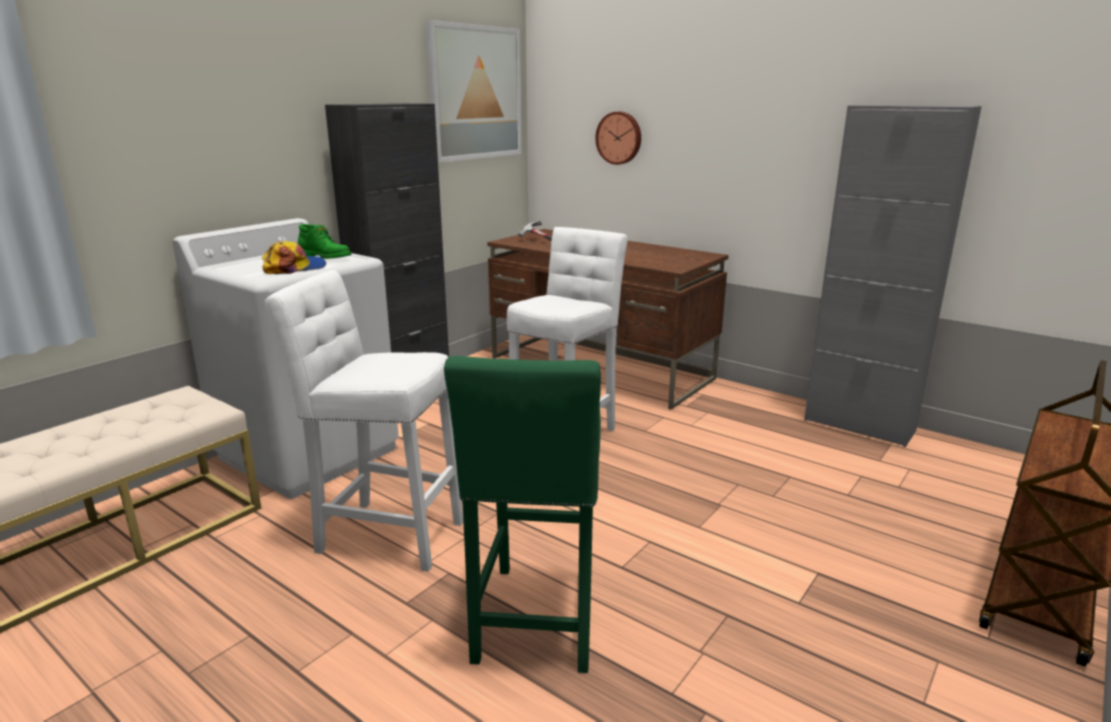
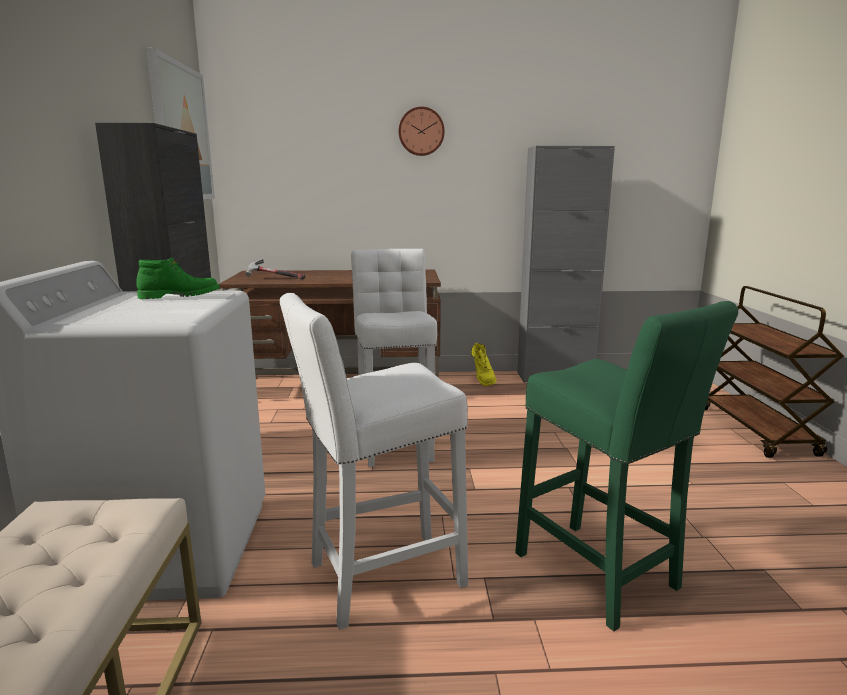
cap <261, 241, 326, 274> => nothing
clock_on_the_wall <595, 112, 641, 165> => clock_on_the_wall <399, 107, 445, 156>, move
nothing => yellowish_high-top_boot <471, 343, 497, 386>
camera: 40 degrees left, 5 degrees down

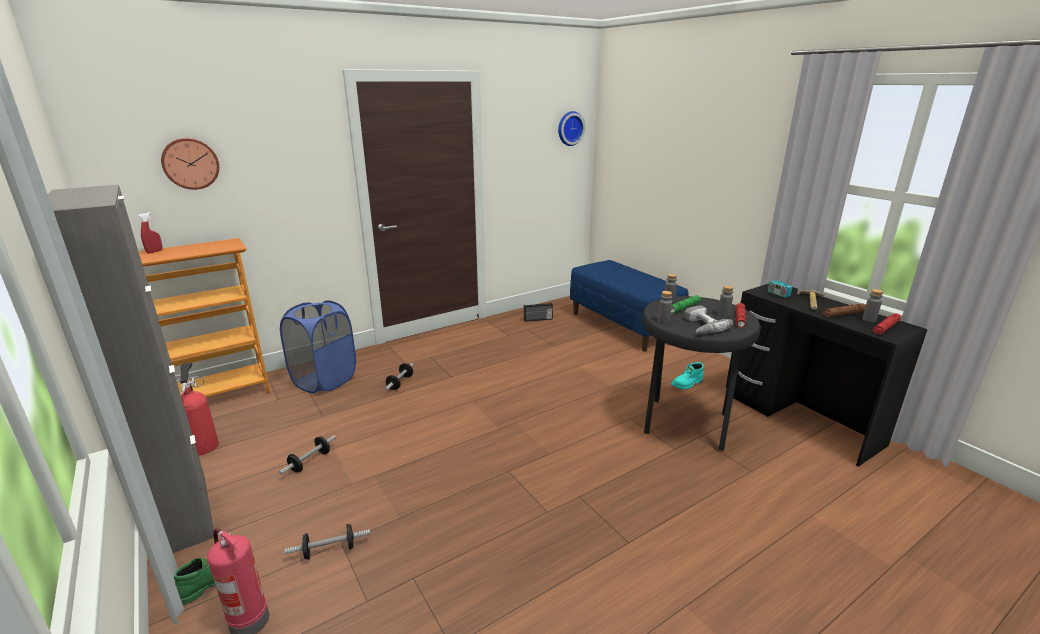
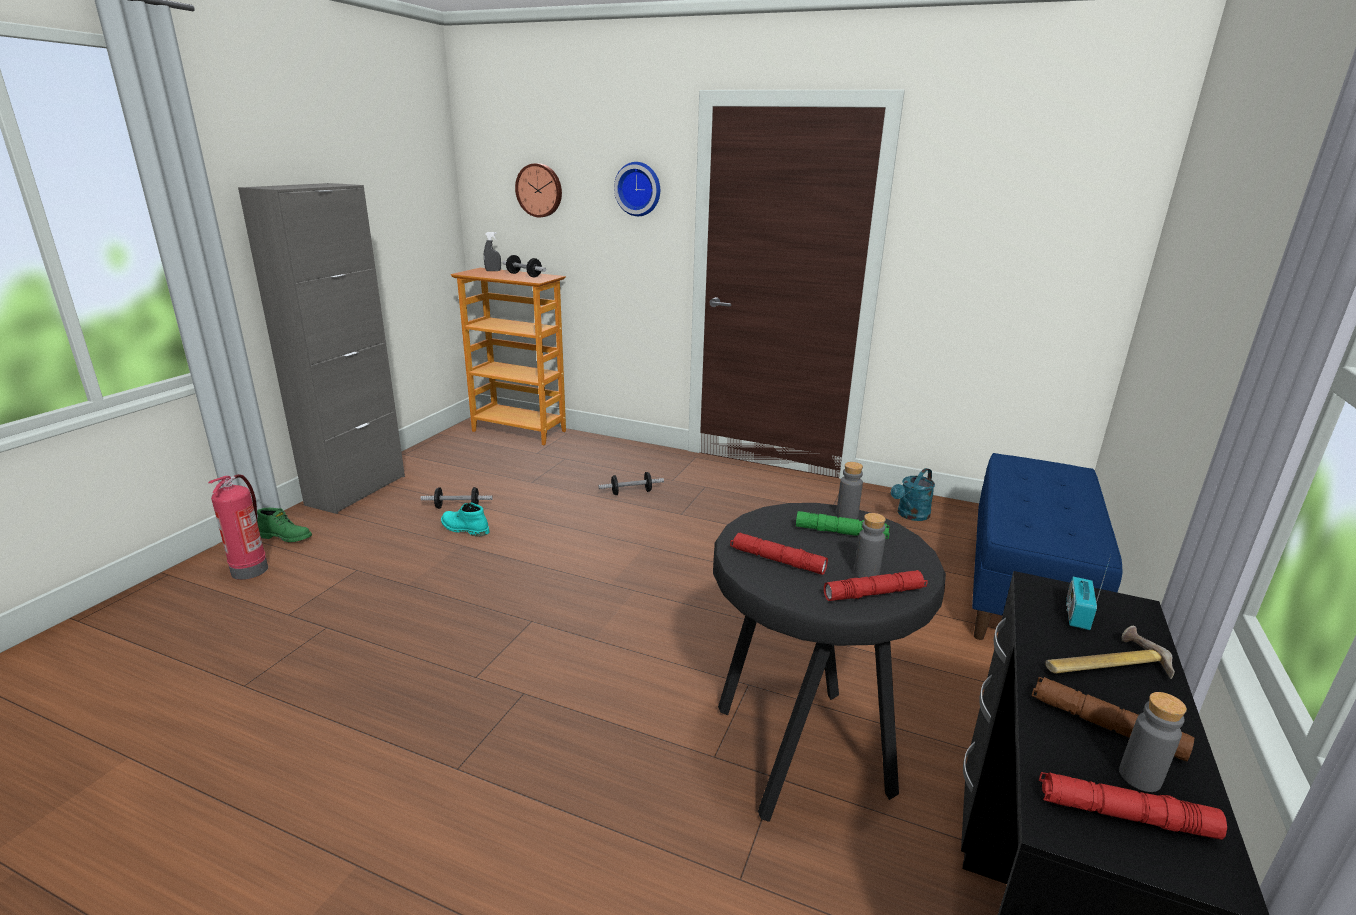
red-coloured_sprayer <138, 212, 162, 254> => greyish_sprayer <484, 232, 501, 271>
extinguisher <176, 362, 219, 456> => nothing
blue-coloured_laundry_basket <280, 300, 356, 394> => nothing
free_weight <285, 524, 370, 560> => free_weight <502, 255, 546, 277>, move
radio_receiver <524, 303, 553, 322> => blue-green_watering_can <891, 468, 935, 521>
clock_on_the_wall <558, 111, 585, 146> => clock_on_the_wall <614, 162, 660, 216>, move
greyish_beverage_bottle <658, 291, 672, 324> => nothing
blue-green_high-top_boot <671, 362, 704, 389> => blue-green_high-top_boot <441, 503, 490, 536>, move
electric_drill <684, 305, 733, 334> => red-coloured_torch <730, 533, 828, 575>
camera: 55 degrees right, 0 degrees up

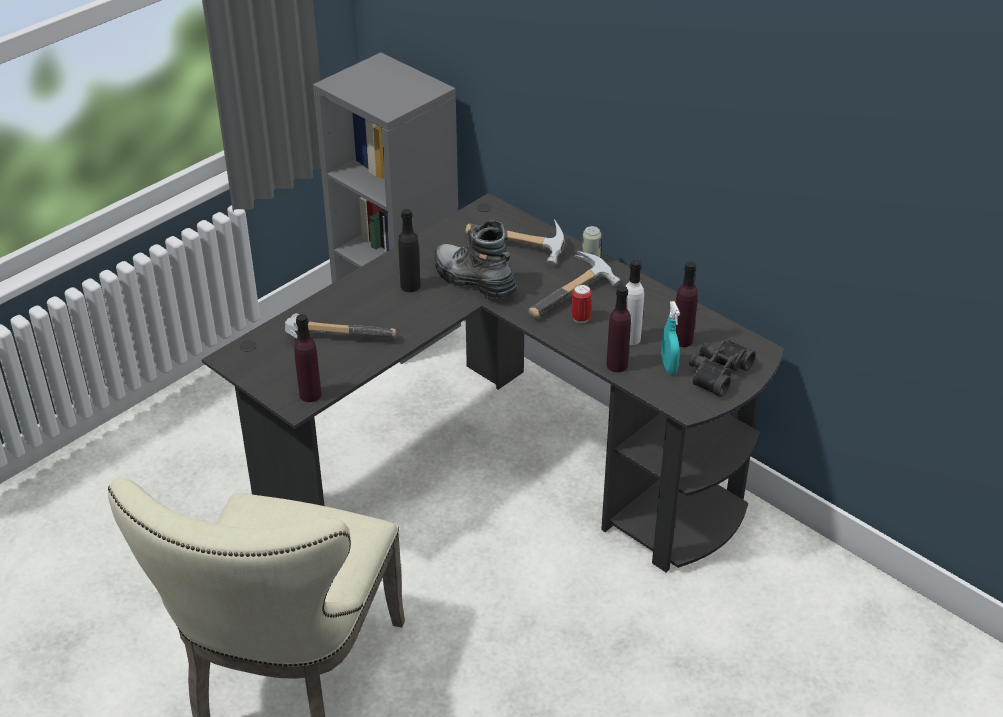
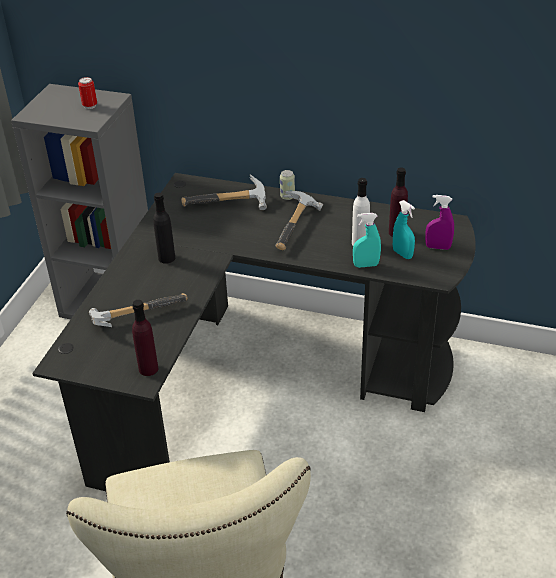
high-top_boot <434, 220, 517, 299> => nothing
sealed_can <571, 284, 592, 323> => sealed_can <78, 77, 97, 109>, move
purple-coloured_beverage_bottle <606, 286, 631, 372> => blue-green_sprayer <353, 213, 381, 268>
black_pair_of_binoculars <689, 339, 756, 397> => purple-coloured_sprayer <425, 195, 454, 250>
camera: 25 degrees left, 0 degrees up

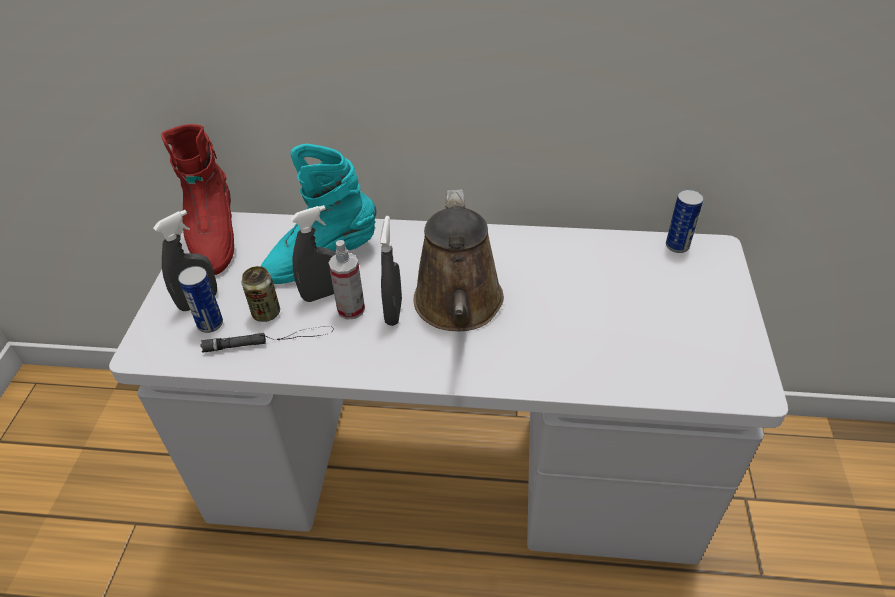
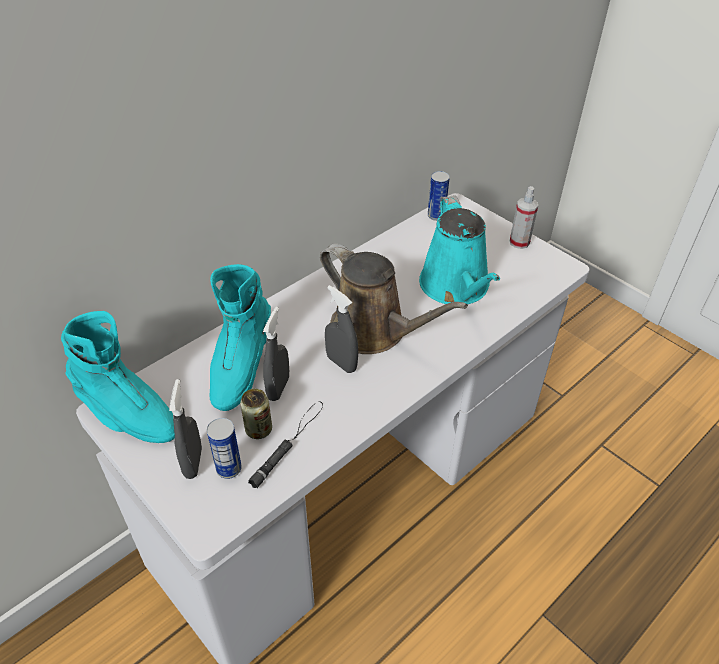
red-coloured_high-top_boot <161, 124, 234, 275> => blue-green_high-top_boot <61, 311, 175, 443>
sprayer <329, 240, 365, 320> => sprayer <510, 186, 538, 249>, move
nothing => blue-green_watering_can <419, 195, 500, 304>
camera: 50 degrees left, 0 degrees up

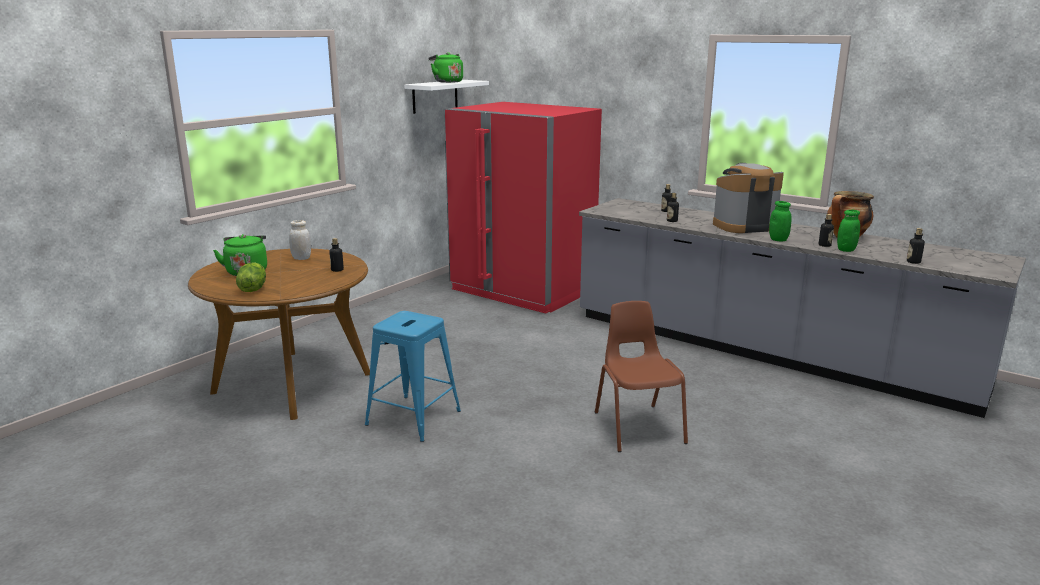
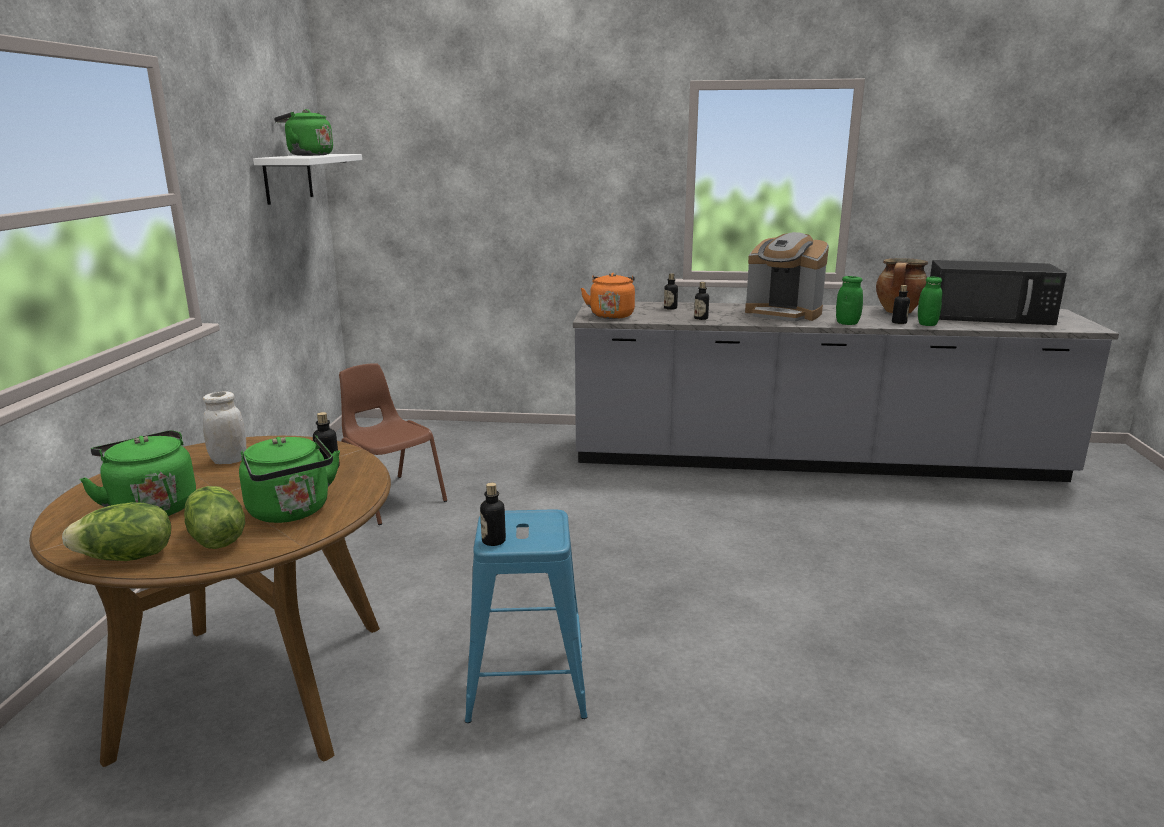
red-coloured_fridge <444, 102, 602, 314> => nothing
brown_plain_chair <595, 301, 688, 452> => brown_plain_chair <339, 363, 447, 525>, move
coffee_brewer <713, 163, 784, 233> => coffee_brewer <745, 232, 829, 322>, 105 degrees counterclockwise
beverage_bottle <907, 228, 925, 264> => beverage_bottle <480, 483, 506, 546>, move
nothing => lettuce_head <62, 502, 171, 561>
nothing => greenish_water_kettle <239, 435, 340, 523>
nothing => orange-coloured_water_kettle <581, 273, 635, 319>
nothing => black_microwave <930, 260, 1067, 325>
camera: 30 degrees left, 0 degrees up

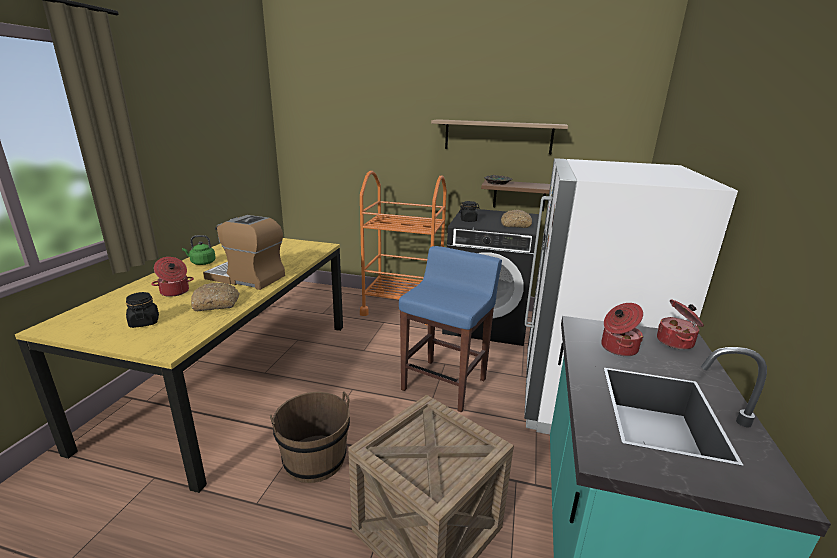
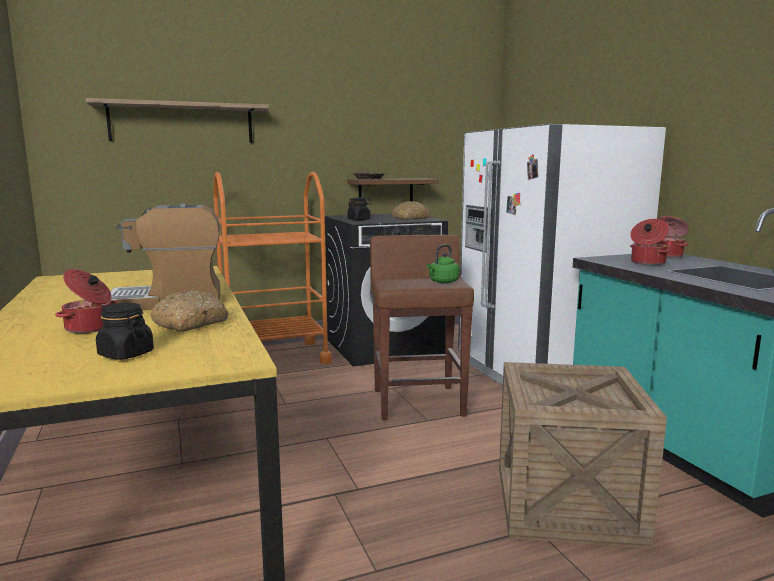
greenish_water_kettle <182, 235, 216, 265> => greenish_water_kettle <426, 244, 460, 283>, move
brown_pail <270, 391, 350, 483> => nothing
blue-coloured_stool <399, 246, 502, 412> => brown_stool <370, 235, 474, 420>
wall_shelf <431, 119, 568, 154> => wall_shelf <86, 98, 269, 143>, move
camera: 35 degrees left, 10 degrees down

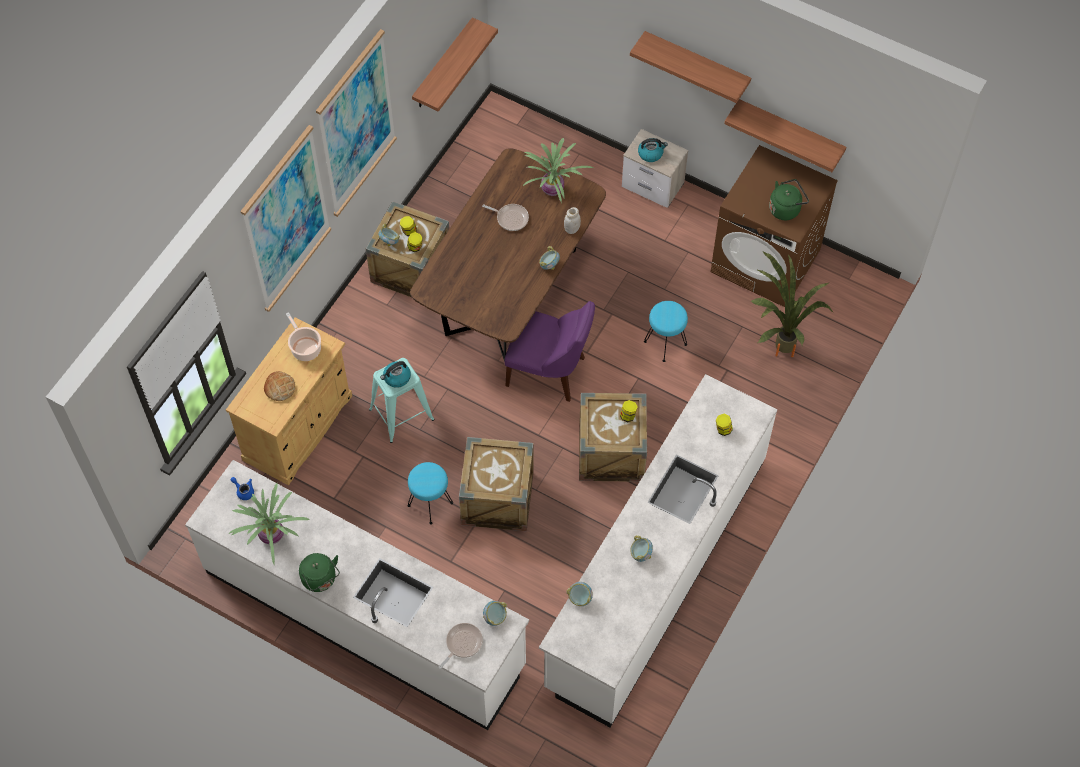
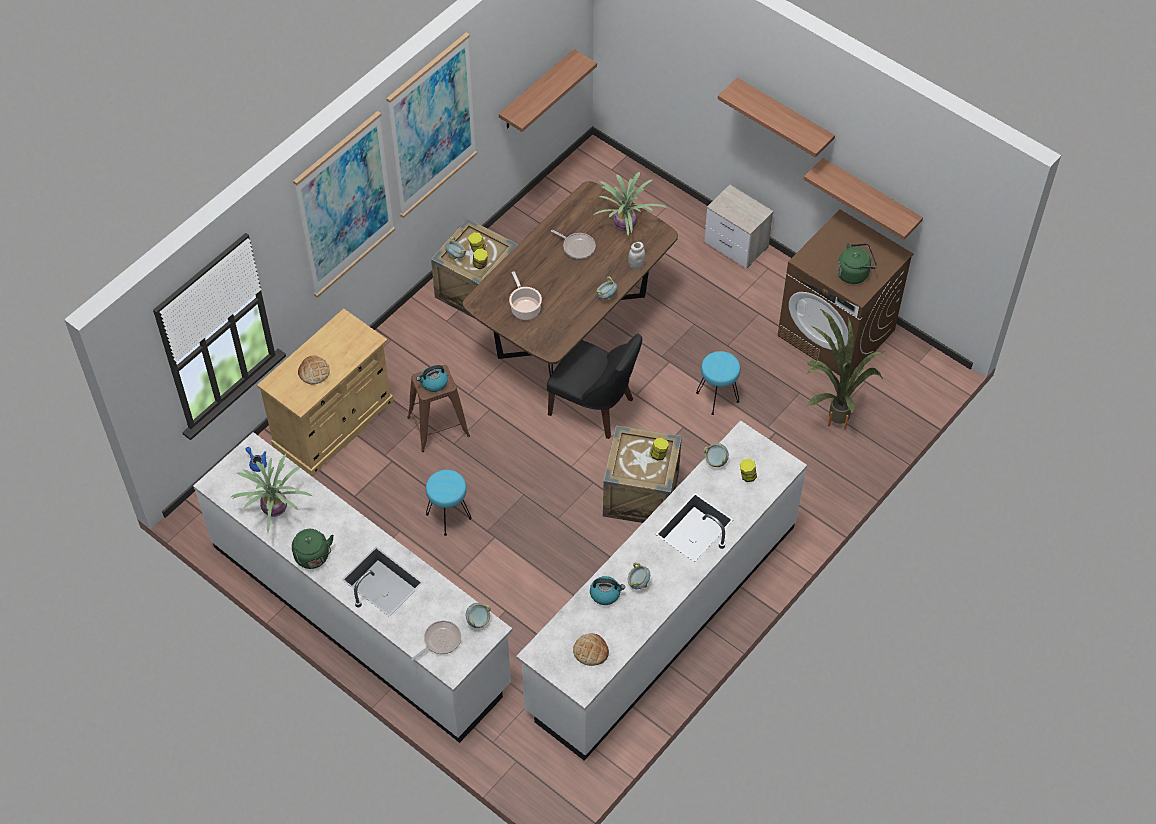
cooking_pot <286, 312, 321, 361> => cooking_pot <509, 271, 542, 320>, move
blue-green_stool <369, 358, 434, 443> => brown_stool <407, 365, 470, 452>
shipping_crate <459, 437, 534, 531> => nothing
purple-coloured_plain_chair <505, 301, 595, 402> => black_plain_chair <547, 334, 642, 439>
serving_bowl <566, 582, 593, 606> => serving_bowl <704, 443, 729, 467>, move
water_kettle <638, 138, 668, 162> => water_kettle <590, 576, 625, 605>, move
nothing => baked_bread <573, 633, 609, 666>
camera: 10 degrees right, 5 degrees down

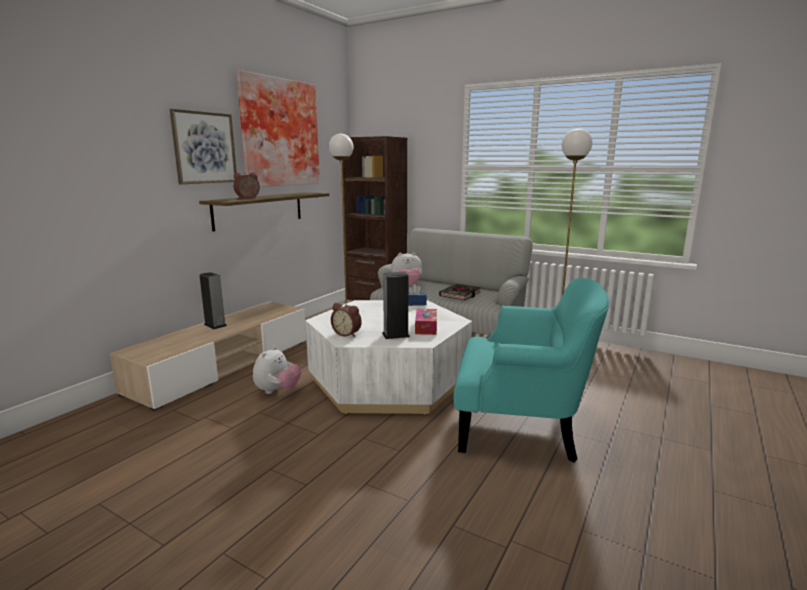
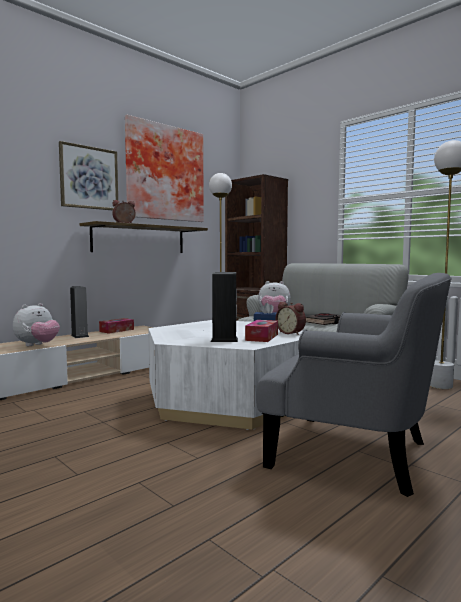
soft_toy <253, 346, 301, 394> => soft_toy <13, 303, 60, 346>, move
bedside_clock <331, 302, 362, 337> => bedside_clock <276, 302, 306, 335>, move
blue-green_lounge_chair <453, 278, 609, 462> => greyish_lounge_chair <256, 273, 452, 497>
nothing => tissue_box <99, 318, 134, 334>
camera: 15 degrees right, 10 degrees down

